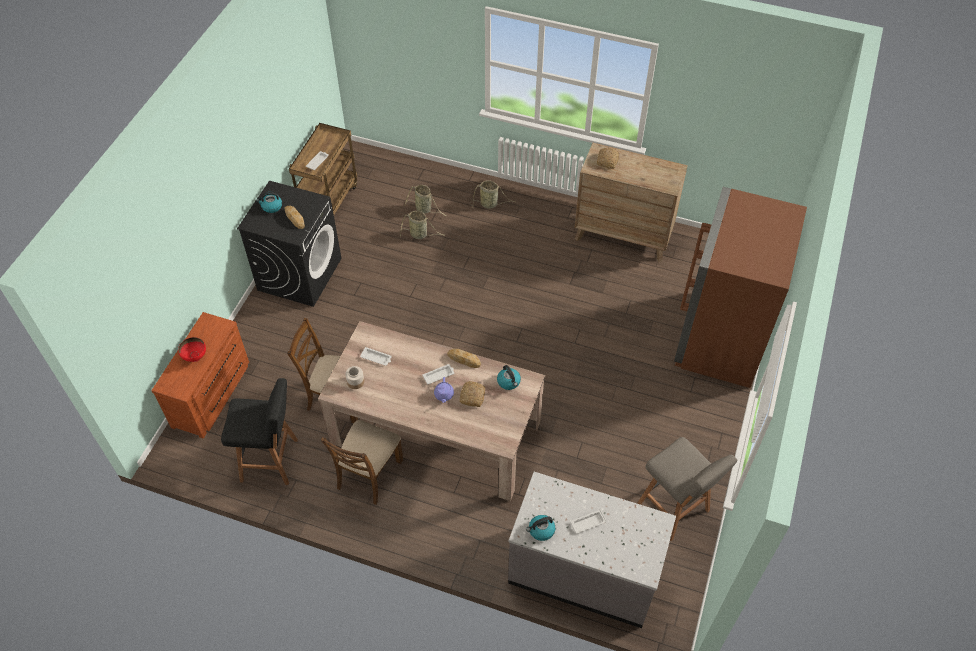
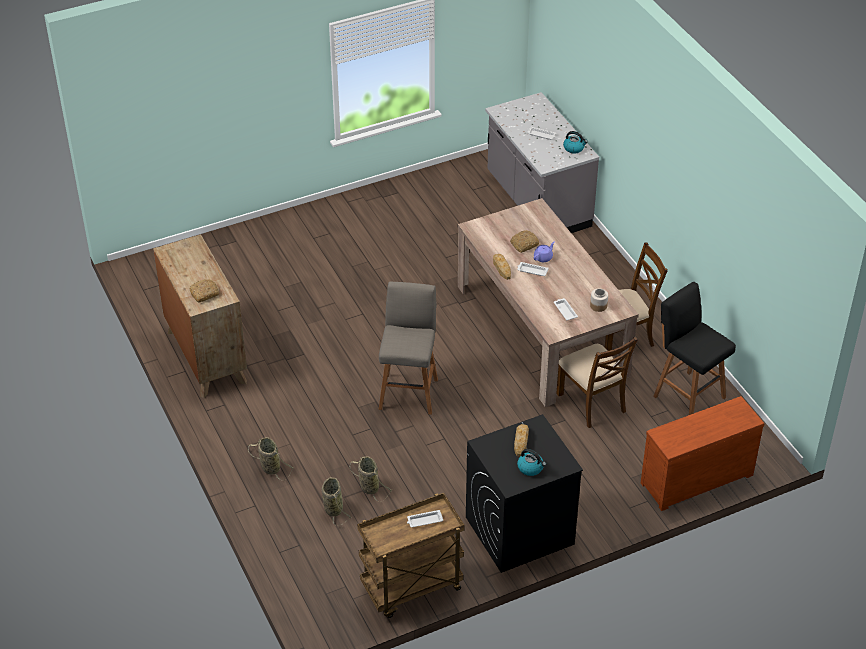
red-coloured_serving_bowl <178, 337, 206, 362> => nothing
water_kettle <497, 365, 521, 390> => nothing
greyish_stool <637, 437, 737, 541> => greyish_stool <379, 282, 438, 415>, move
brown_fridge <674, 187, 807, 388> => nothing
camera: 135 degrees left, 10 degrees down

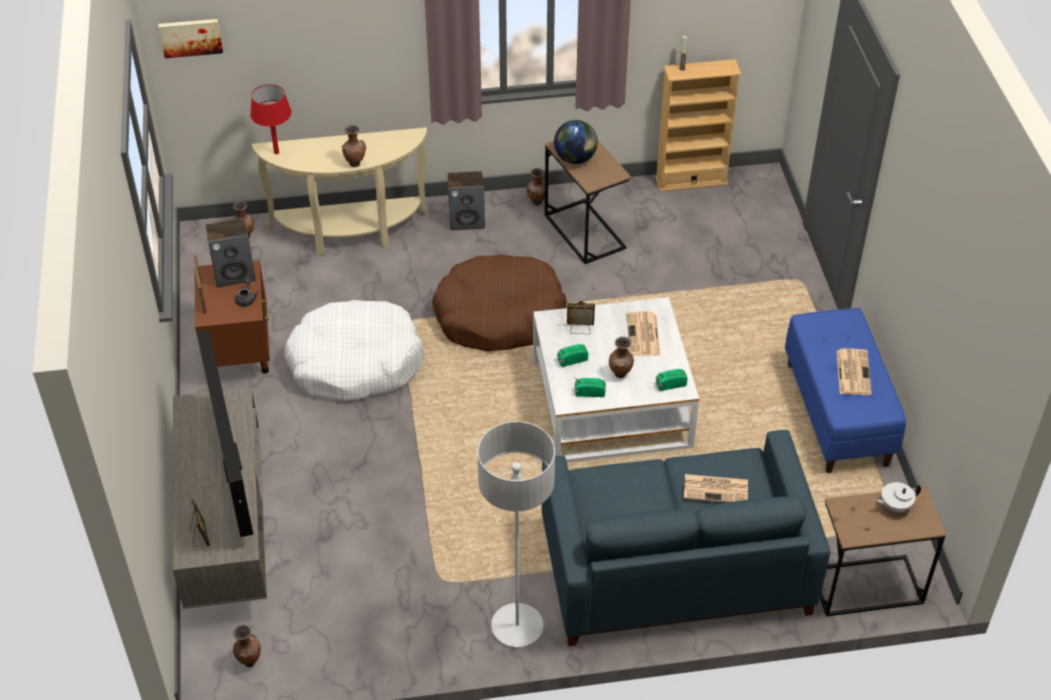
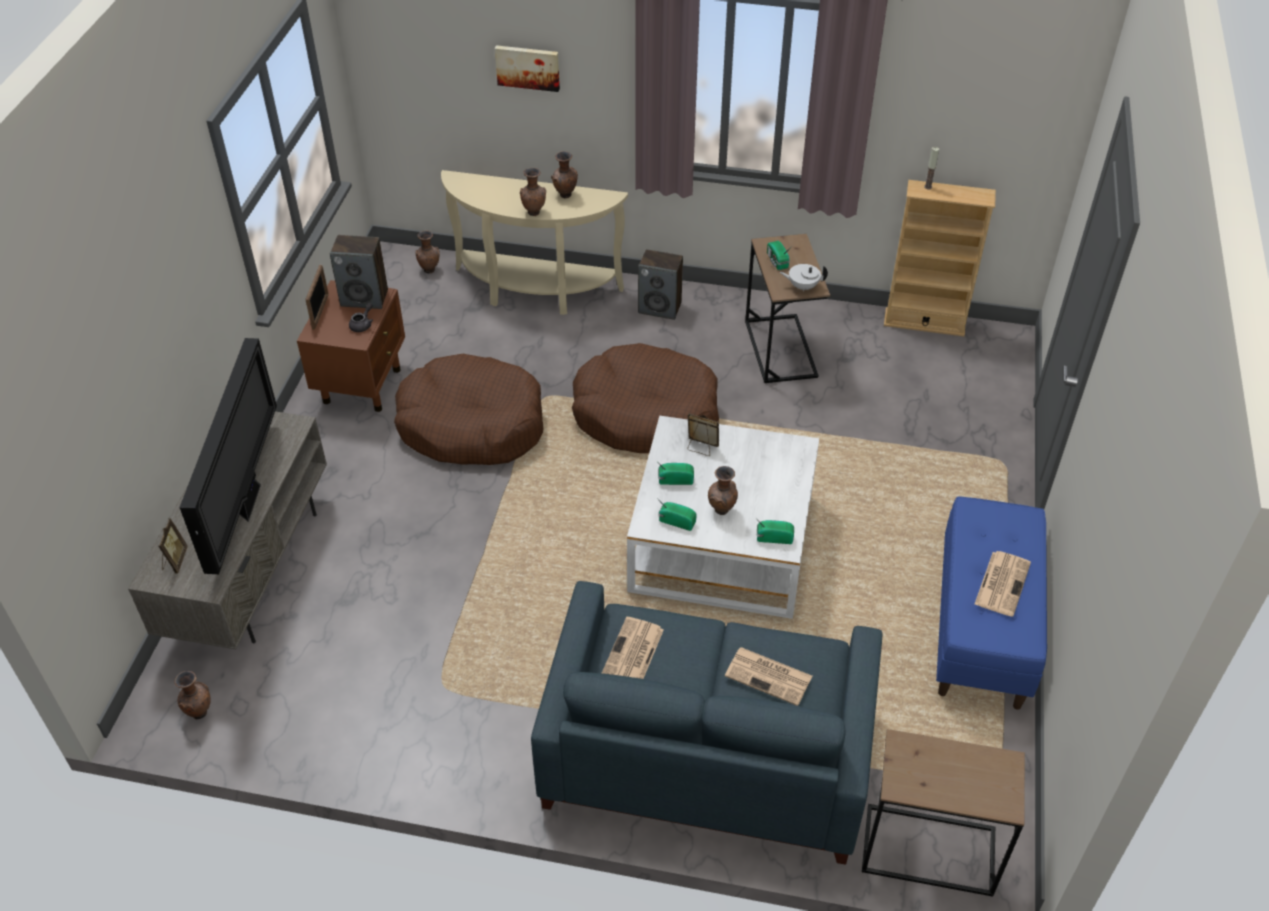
wall_picture <159, 19, 223, 58> => wall_picture <495, 45, 560, 92>, move
red-coloured_table_lamp <250, 84, 291, 154> => nothing
whitish_dog_bed <284, 300, 424, 401> => brown_dog_bed <394, 354, 543, 465>
greyish_floor_lamp <477, 421, 555, 647> => nothing
brown_decorative_vase <527, 168, 545, 205> => brown_decorative_vase <551, 151, 578, 198>, move
desk_globe <554, 120, 598, 164> => radio_receiver <767, 241, 792, 270>
printed_paper <627, 311, 660, 356> => printed_paper <602, 617, 664, 679>, move
whitish_teapot <874, 482, 921, 512> => whitish_teapot <780, 264, 828, 292>, move
camera: 20 degrees right, 0 degrees up

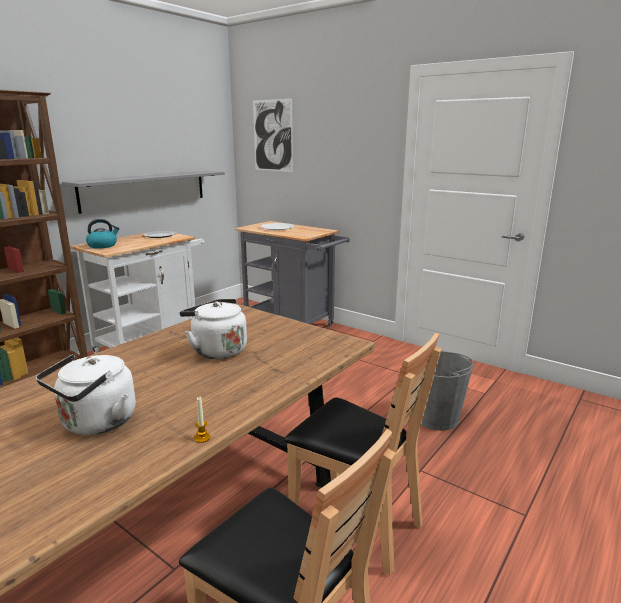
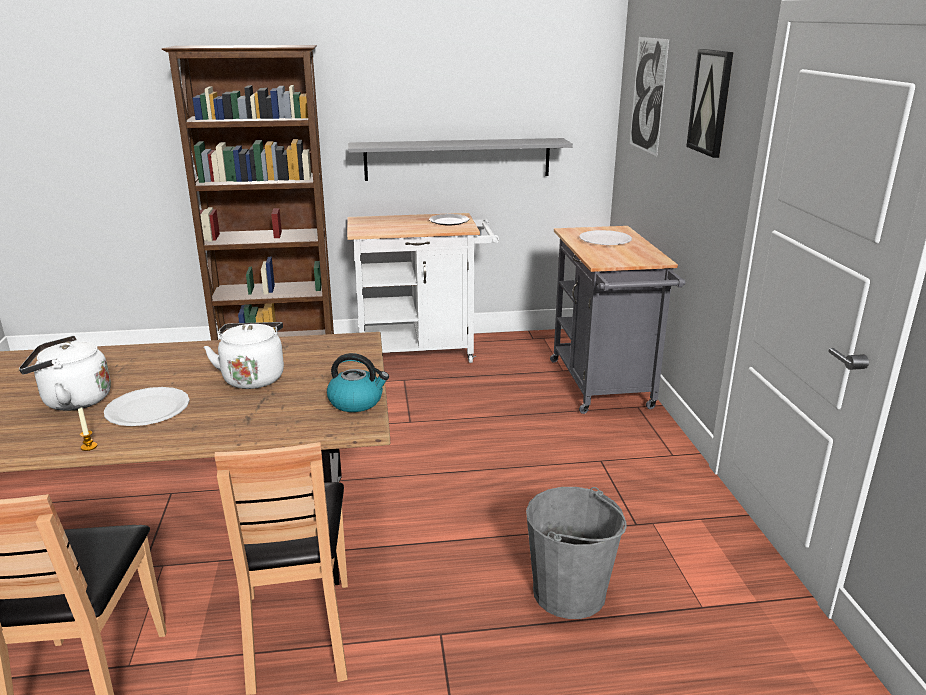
water_kettle <86, 219, 120, 249> => water_kettle <327, 353, 389, 412>, move
nothing => whitish_dinner_plate <104, 387, 190, 426>
nothing => wall_picture <686, 49, 734, 158>
camera: 45 degrees right, 5 degrees up

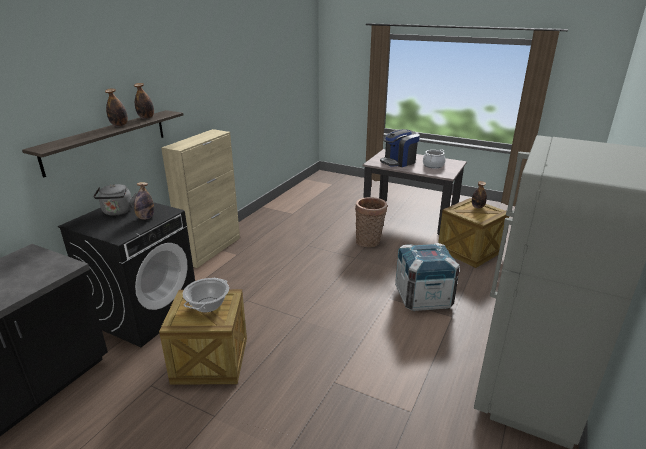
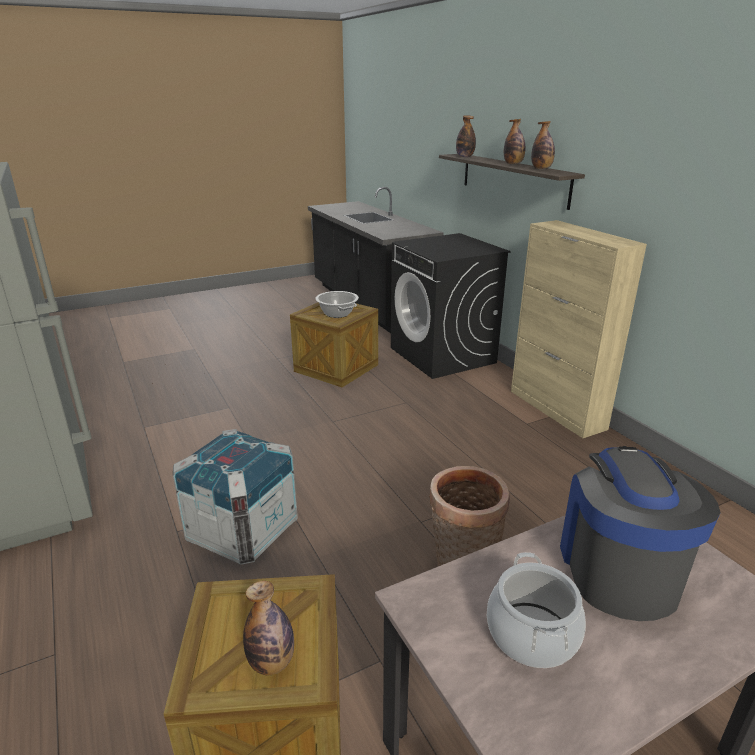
greyish_water_kettle <93, 184, 137, 216> => nothing
beverage_bottle <134, 182, 154, 220> => beverage_bottle <456, 115, 476, 157>, move
camera: 125 degrees right, 0 degrees up

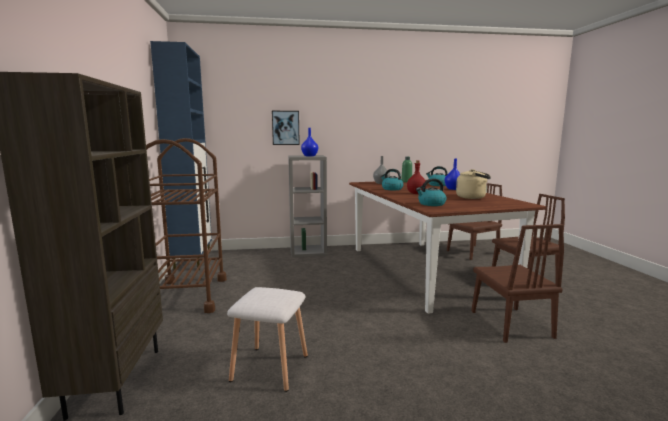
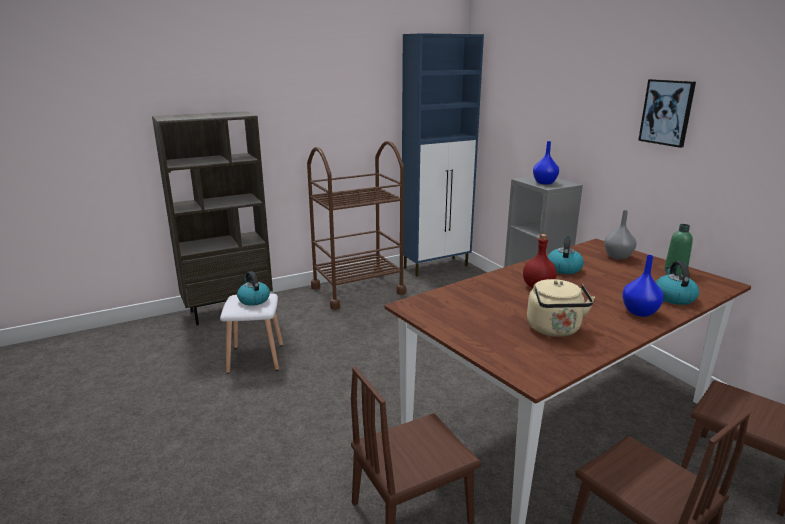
wall_picture <272, 111, 300, 145> => wall_picture <638, 79, 696, 148>, move
water_kettle <416, 178, 446, 206> => water_kettle <237, 271, 270, 306>, move
camera: 70 degrees right, 10 degrees up

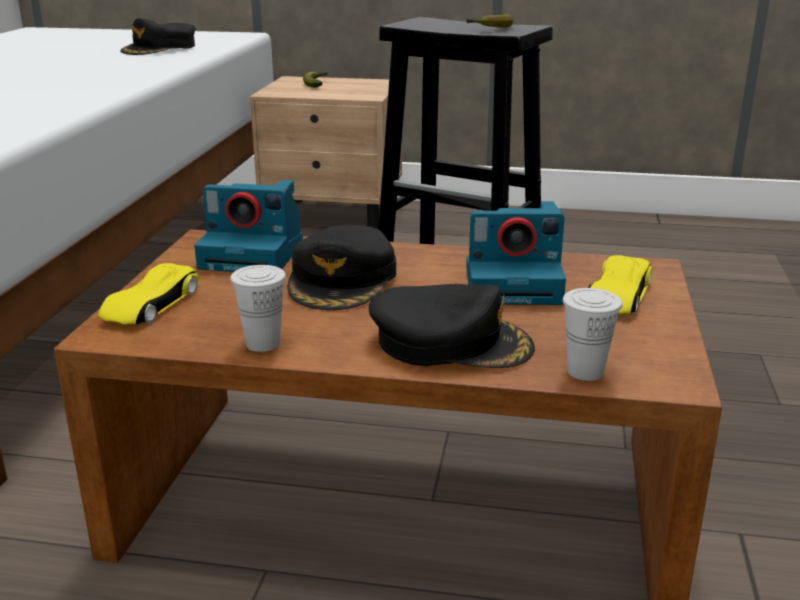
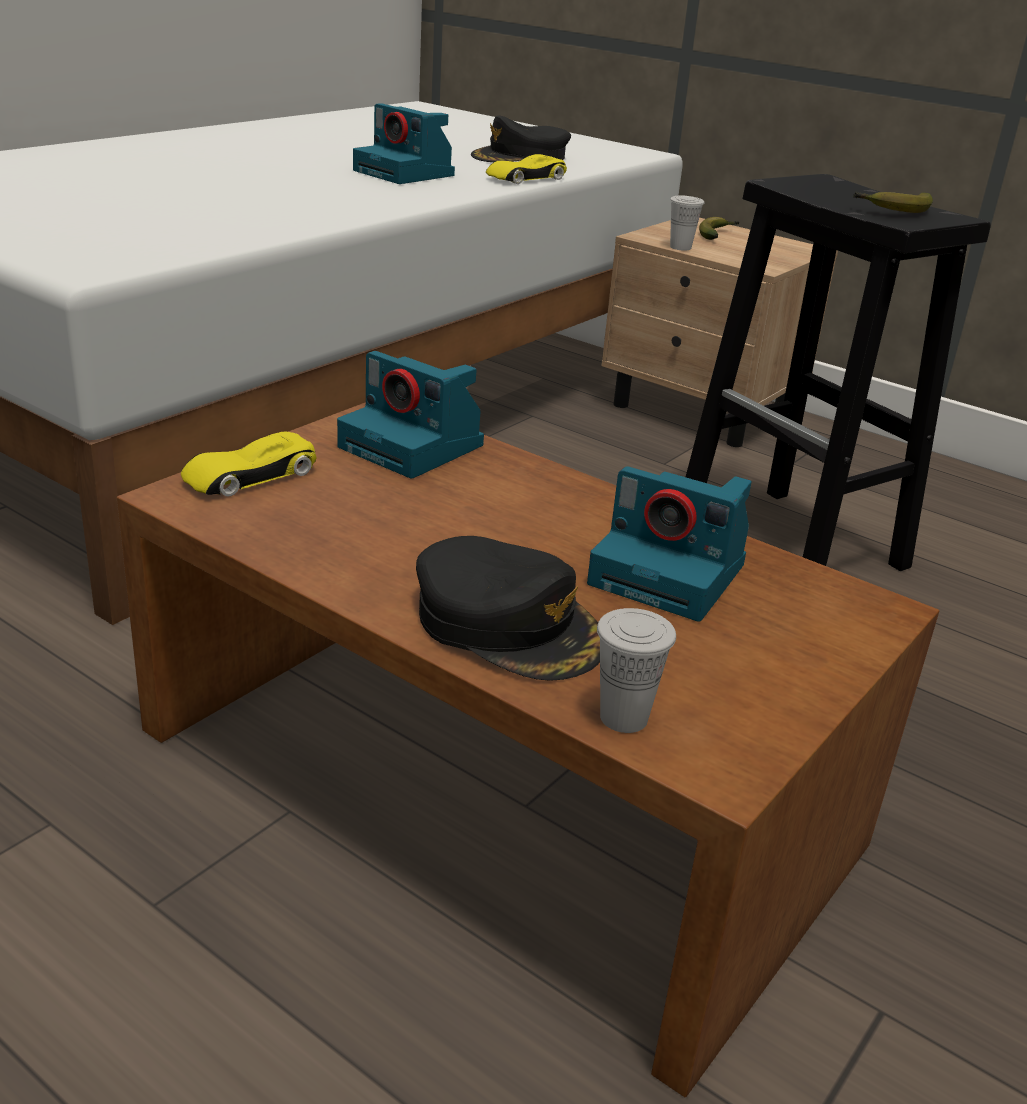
whitish_cup <230, 265, 286, 352> => whitish_cup <670, 196, 704, 251>, move
black_cap <288, 225, 396, 310> => nothing
yellowish_model_car <588, 255, 652, 314> => yellowish_model_car <486, 154, 567, 184>, move
nothing => still_camera <353, 103, 455, 184>
camera: 25 degrees right, 5 degrees up

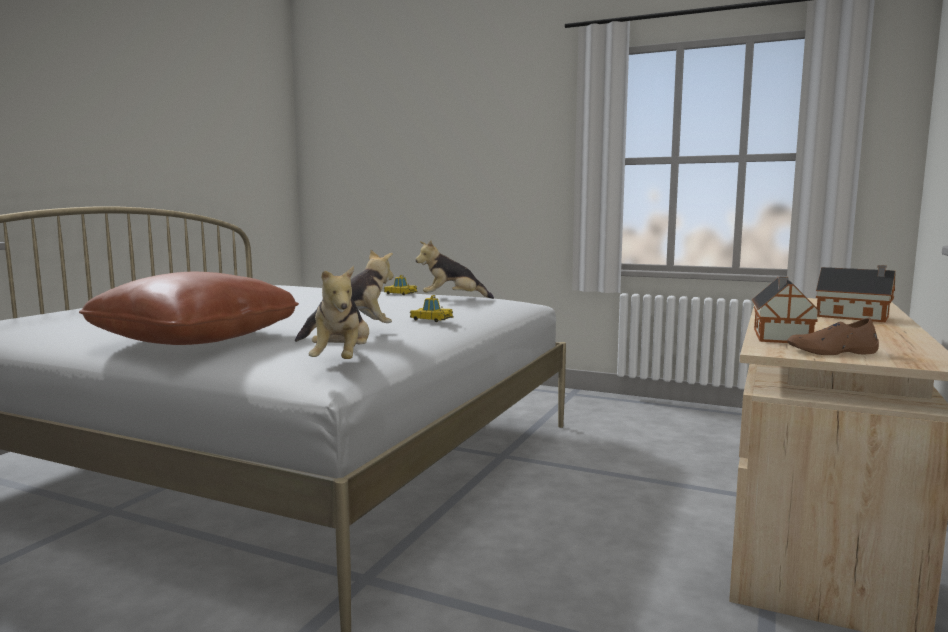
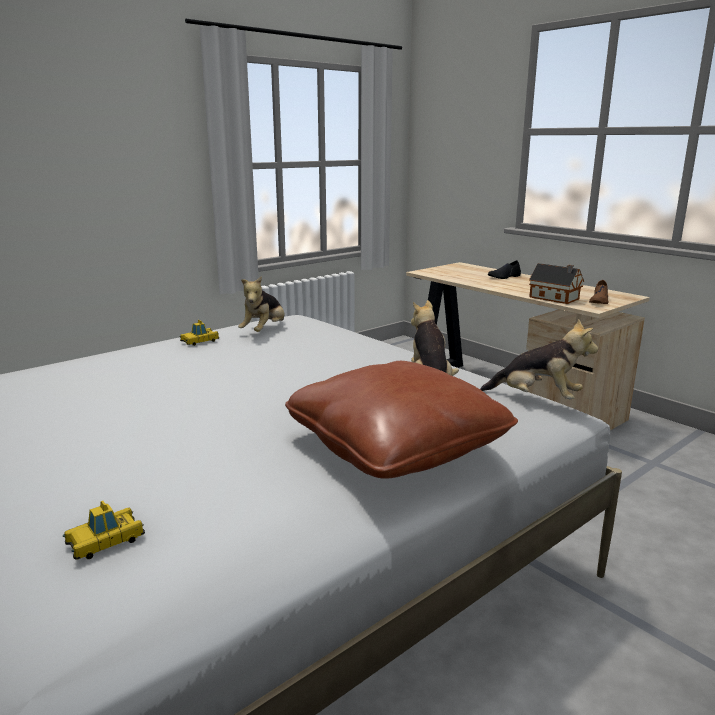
model_car <410, 295, 453, 322> => model_car <63, 501, 145, 560>, move
miniature_house <816, 265, 896, 322> => black_item_of_footwear <488, 260, 521, 279>
camera: 65 degrees left, 10 degrees up

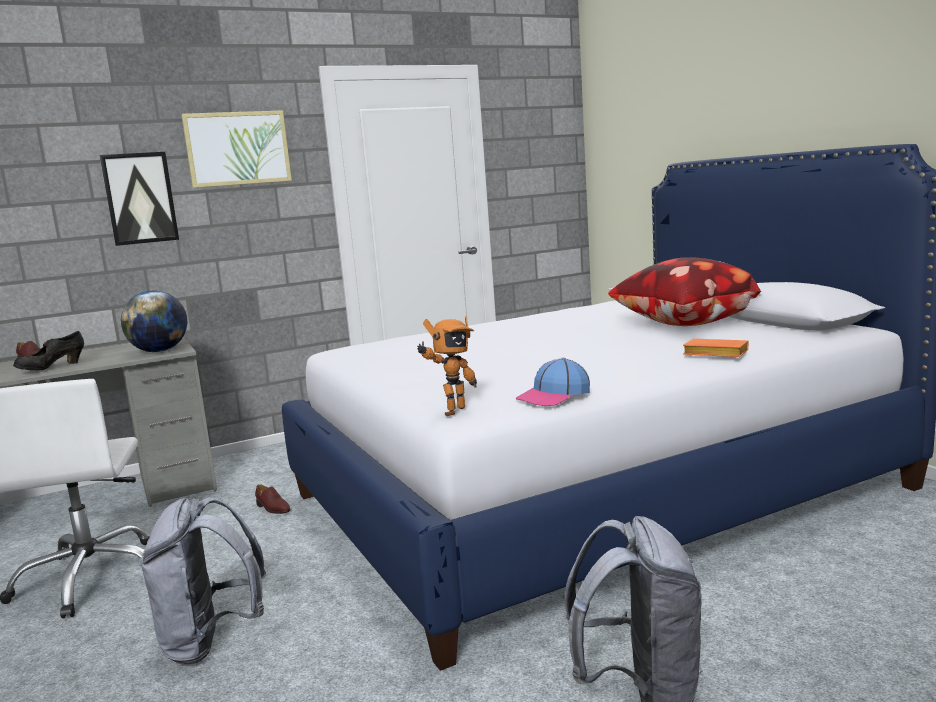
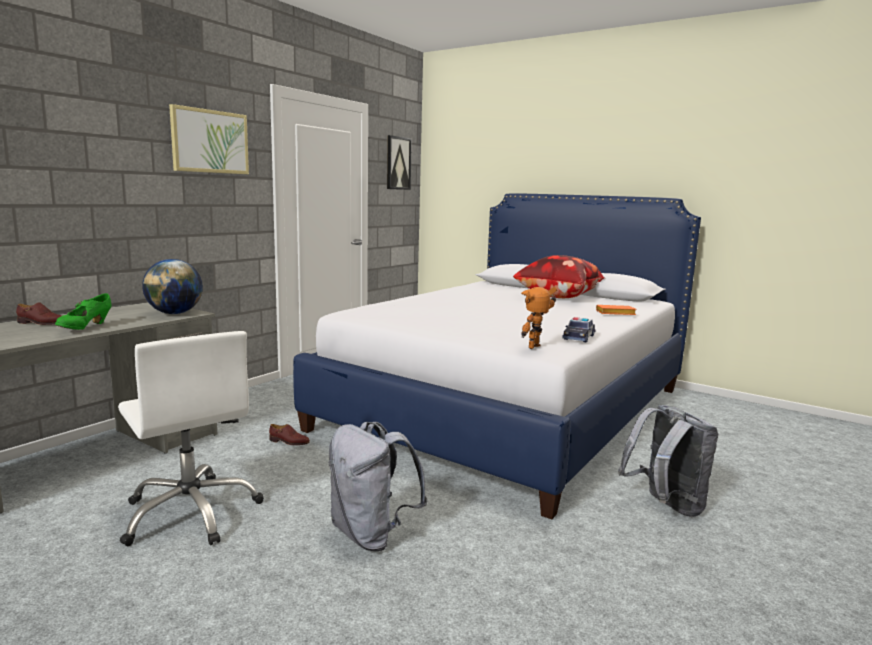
black_item_of_footwear <13, 331, 84, 370> => greenish_item_of_footwear <55, 293, 111, 330>
wall_picture <100, 152, 179, 246> => wall_picture <387, 135, 412, 190>, move
robot_figure <417, 316, 477, 416> => robot_figure <521, 287, 557, 349>, 150 degrees counterclockwise
cap <516, 358, 590, 406> => model_car <562, 317, 596, 342>
camera: 30 degrees left, 0 degrees up

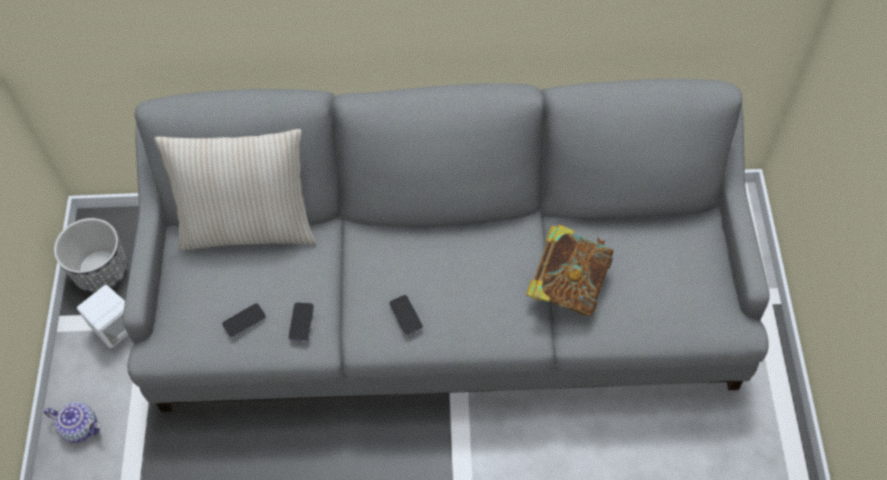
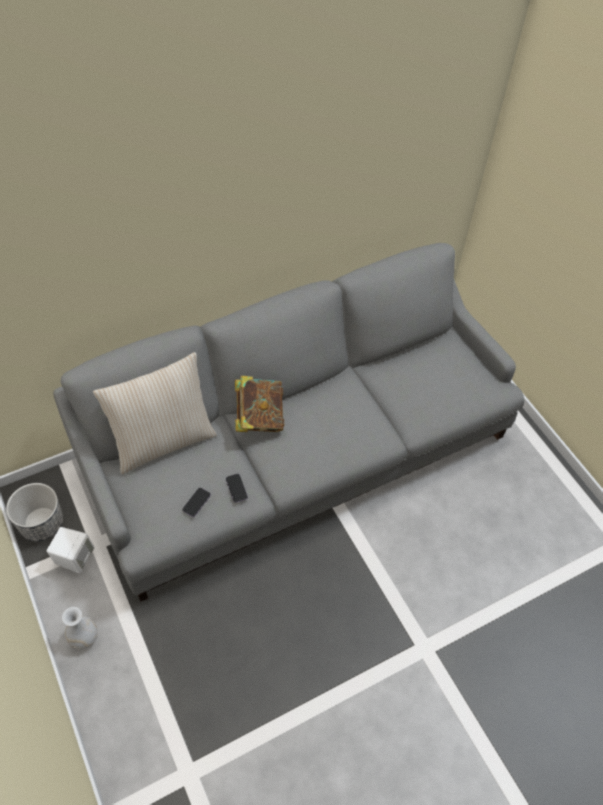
teapot <44, 402, 101, 443> => whitish_decorative_vase <62, 607, 98, 649>
telephone <389, 295, 423, 335> => nothing
book <526, 224, 614, 316> => book <235, 376, 284, 432>, move
camera: 30 degrees left, 5 degrees down

